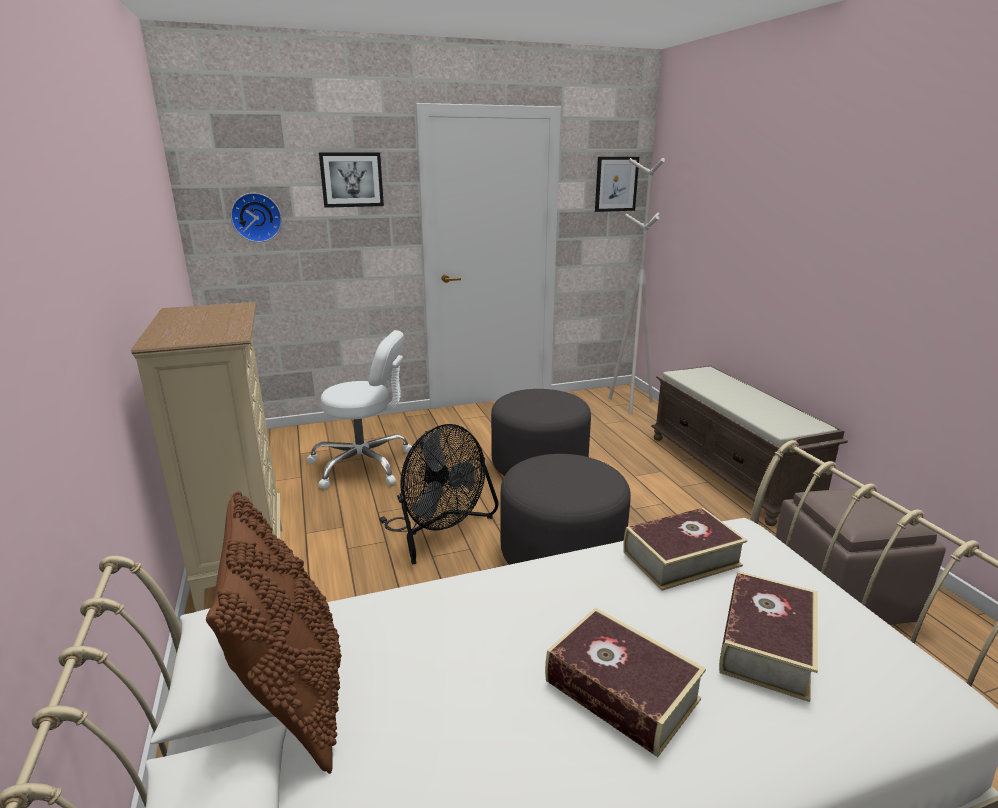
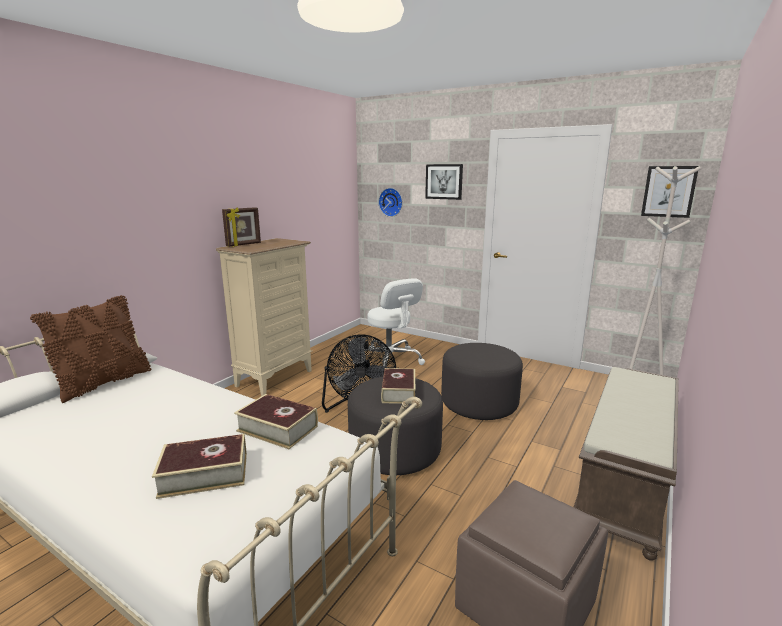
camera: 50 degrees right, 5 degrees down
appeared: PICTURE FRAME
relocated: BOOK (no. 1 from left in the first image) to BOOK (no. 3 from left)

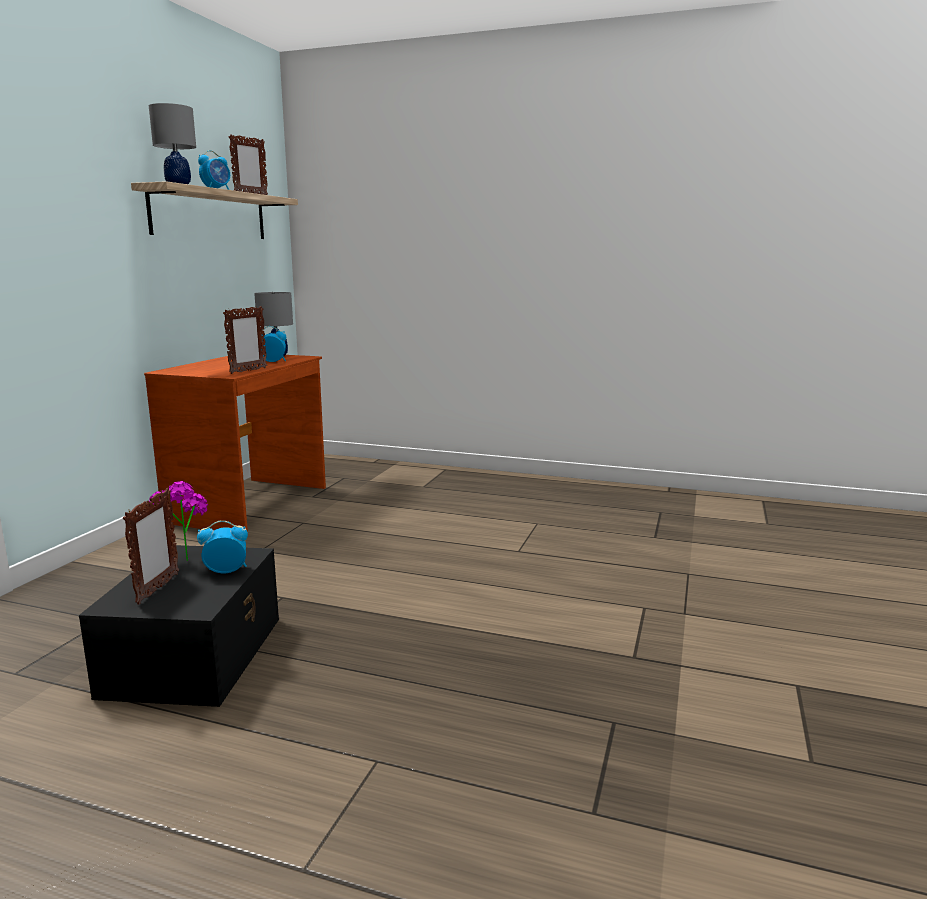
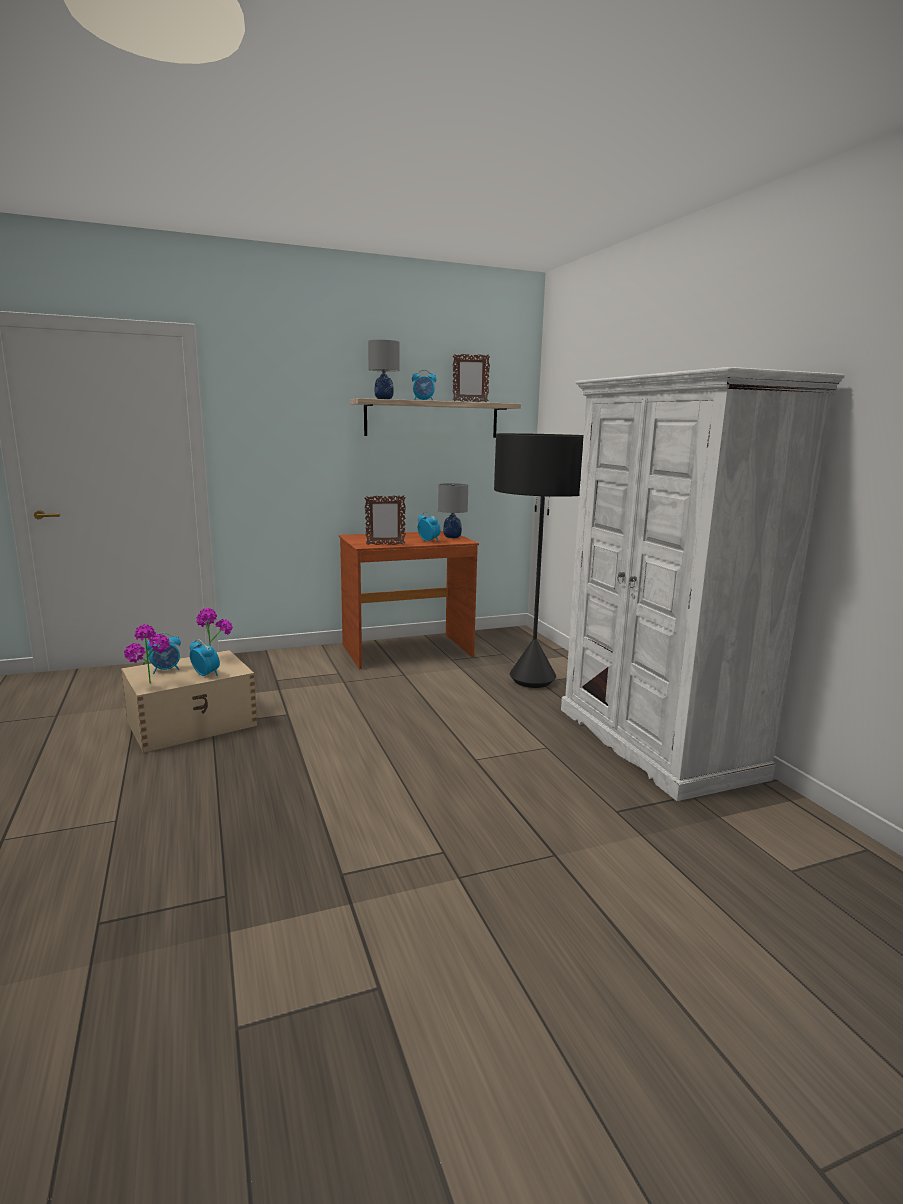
camera: 50 degrees right, 0 degrees up
appeared: POTTED PLANT (no. 1 from left); BLACK FLOOR LAMP; WHITE WARDROBE
exchanged: PICTURE FRAME (no. 1 from left) to ALARM CLOCK (no. 1 from left)
colour: BLACK STORAGE BOX to BEIGE STORAGE BOX

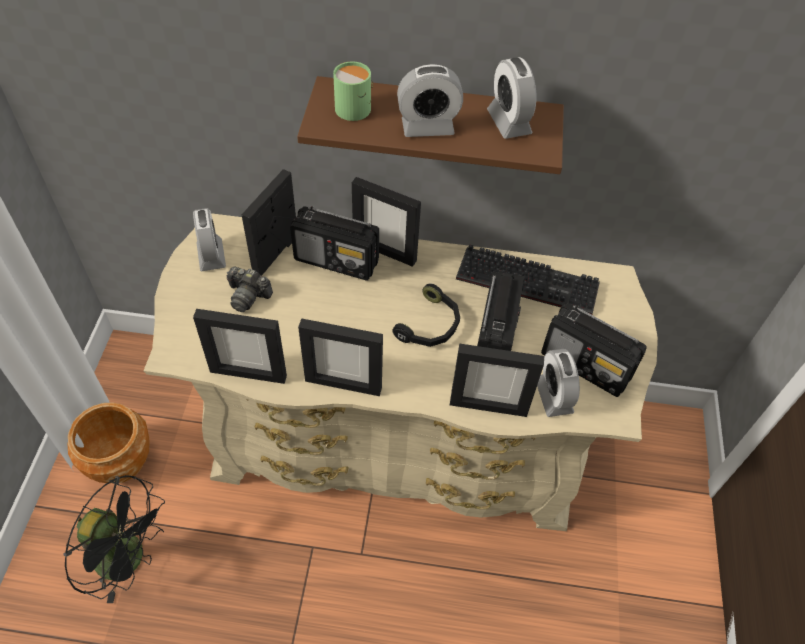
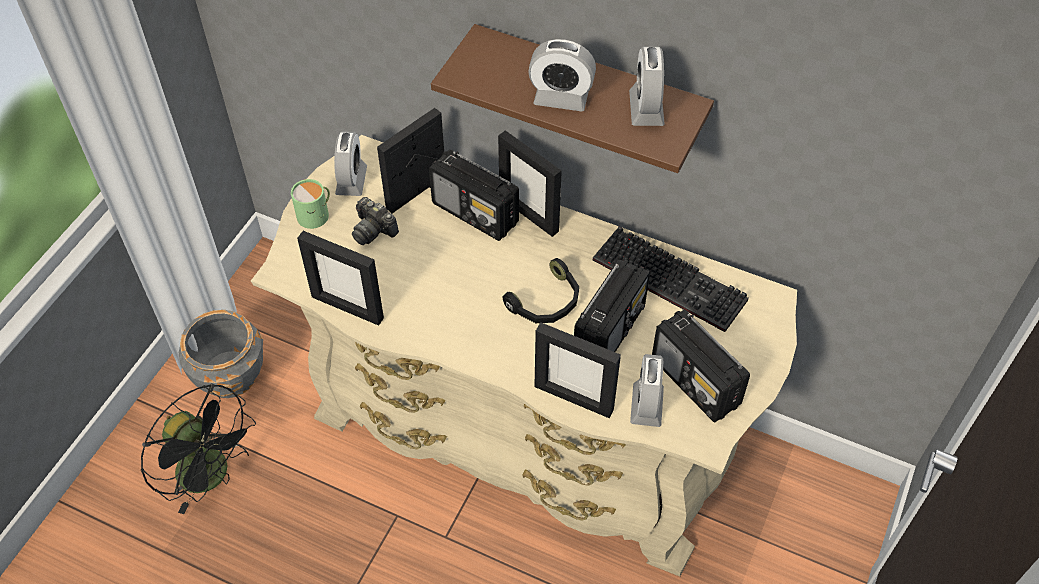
camera: 20 degrees right, 0 degrees up
missing: PICTURE FRAME (no. 3 from left)
relocated: GREEN MUG
colour: BROWN PLANTER to GREY PLANTER

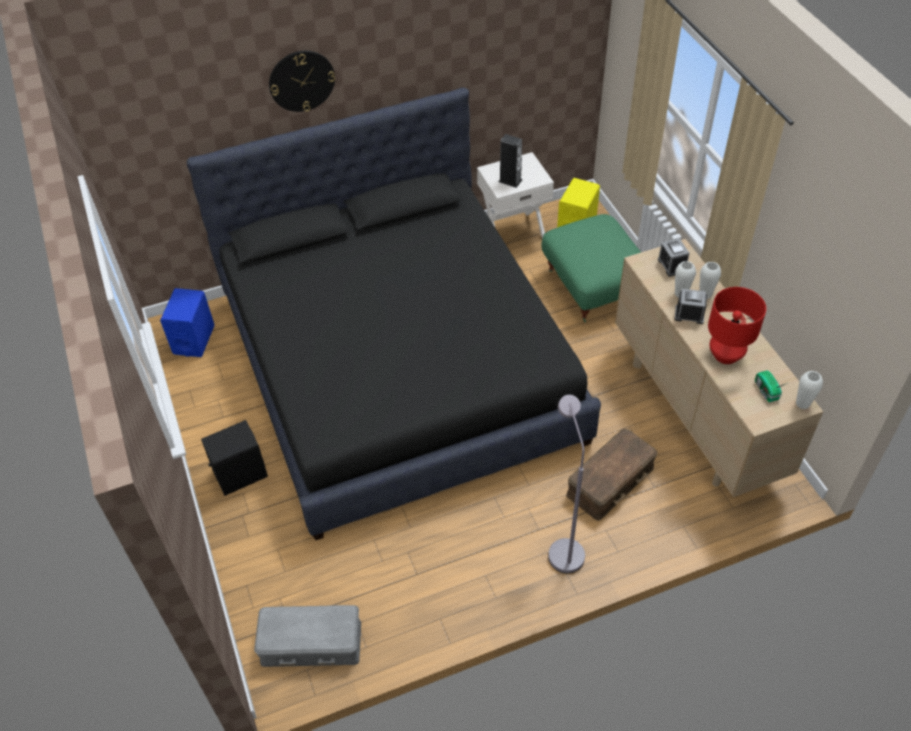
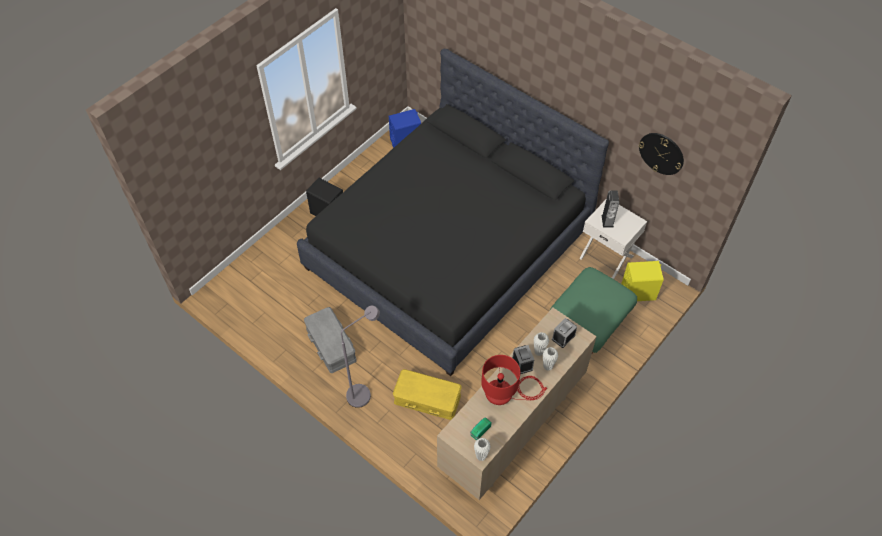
camera: 60 degrees right, 5 degrees up
relocated: GREY STORAGE BOX; WALL CLOCK
colour: BROWN STORAGE BOX to YELLOW STORAGE BOX

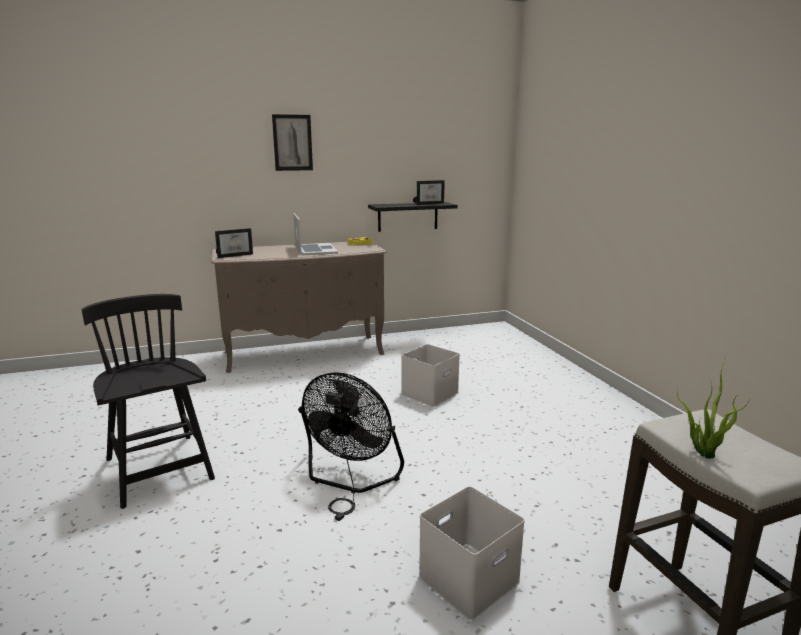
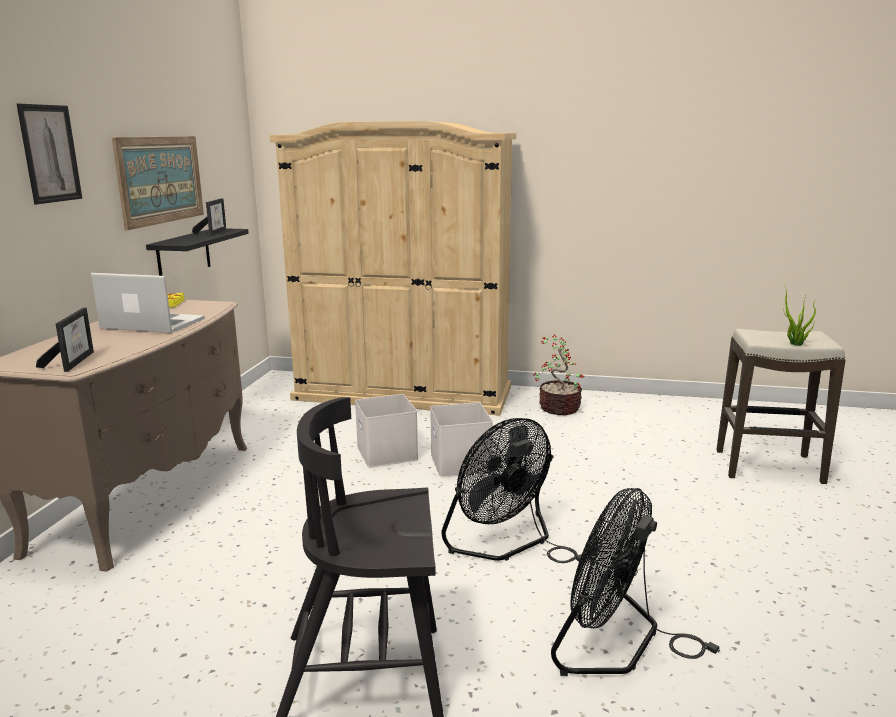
camera: 60 degrees left, 0 degrees up
appeared: PICTURE (no. 2 from left); BEIGE WARDROBE; POTTED PLANT (no. 1 from left); BLACK FAN (no. 2 from left)
relocated: WHITE STORAGE BOX (no. 2 from left)

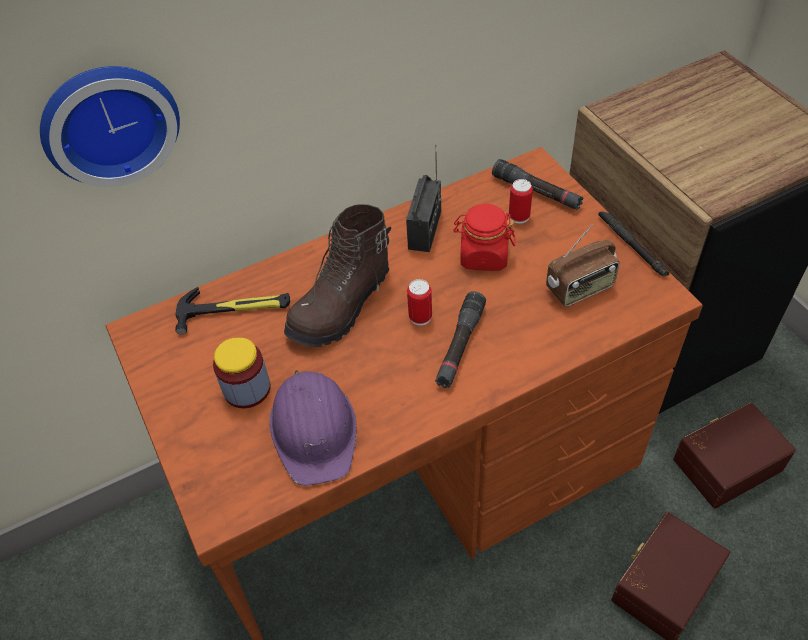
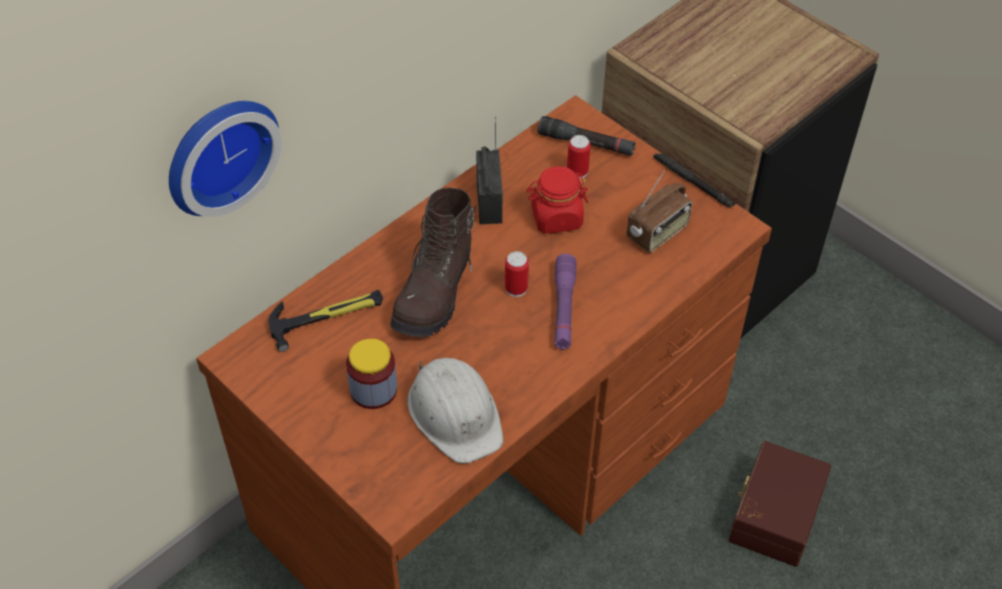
camera: 20 degrees left, 0 degrees up
missing: BROWN STORAGE BOX (no. 2 from left)
colour: PURPLE HARD HAT to WHITE HARD HAT; BLACK FLASHLIGHT (no. 1 from left) to PURPLE FLASHLIGHT

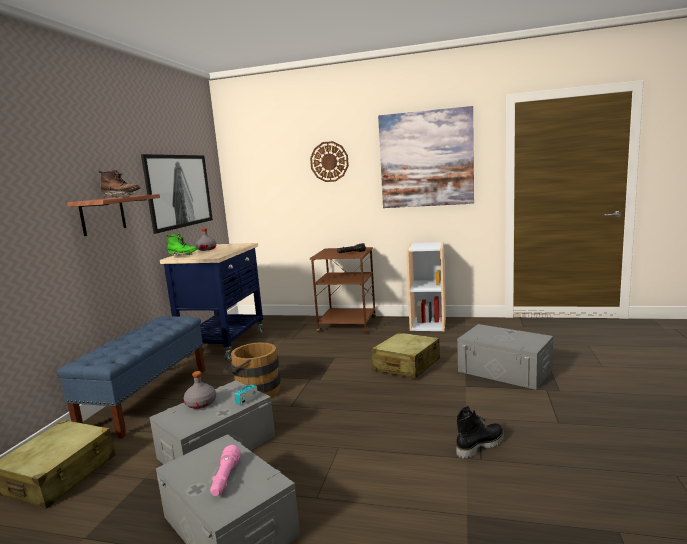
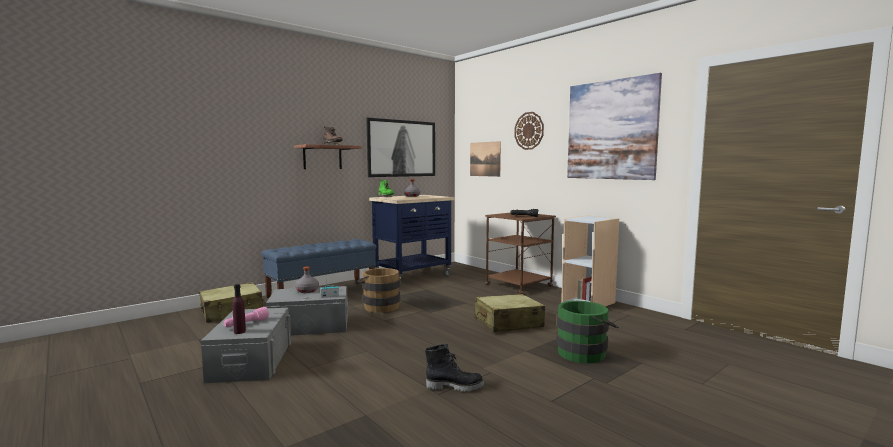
camera: 35 degrees right, 5 degrees down
appeared: PURPLE BOTTLE; PICTURE (no. 2 from left)
exchanged: GREY STORAGE BOX (no. 3 from left) to GREEN BUCKET

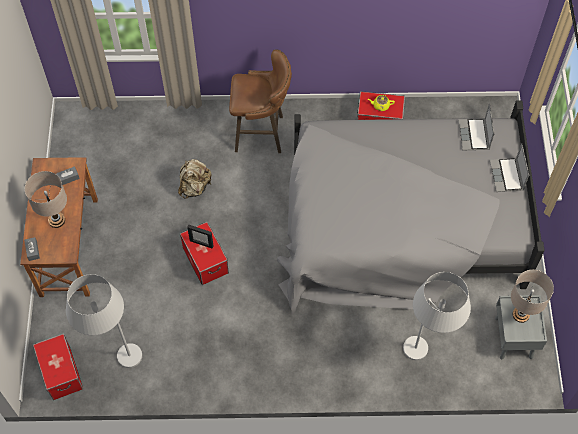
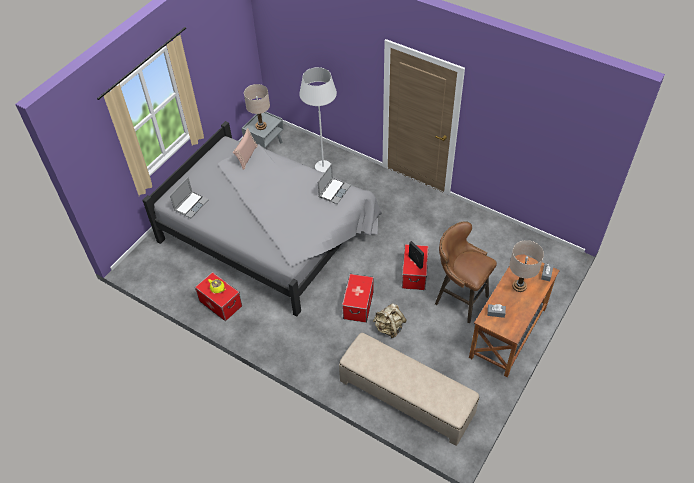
camera: 145 degrees left, 10 degrees down
missing: WHITE FLOOR LAMP (no. 1 from left)
appeared: BEIGE PILLOW; BEIGE BENCH
relocated: STORAGE BOX (no. 1 from left in the first image) to STORAGE BOX (no. 2 from left); BROWN STOOL; LAPTOP (no. 2 from left)

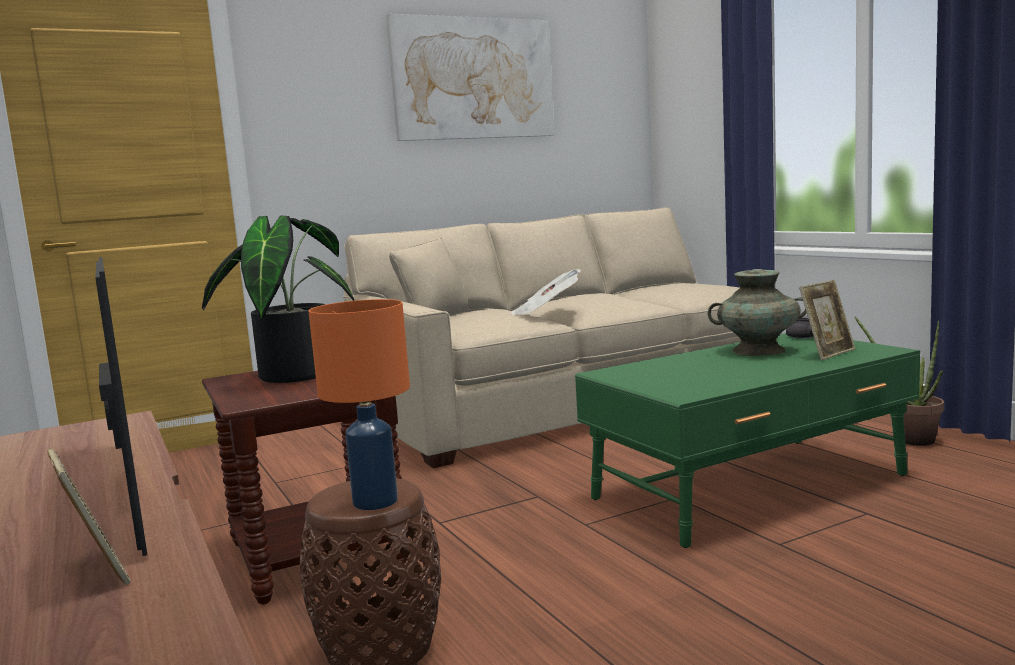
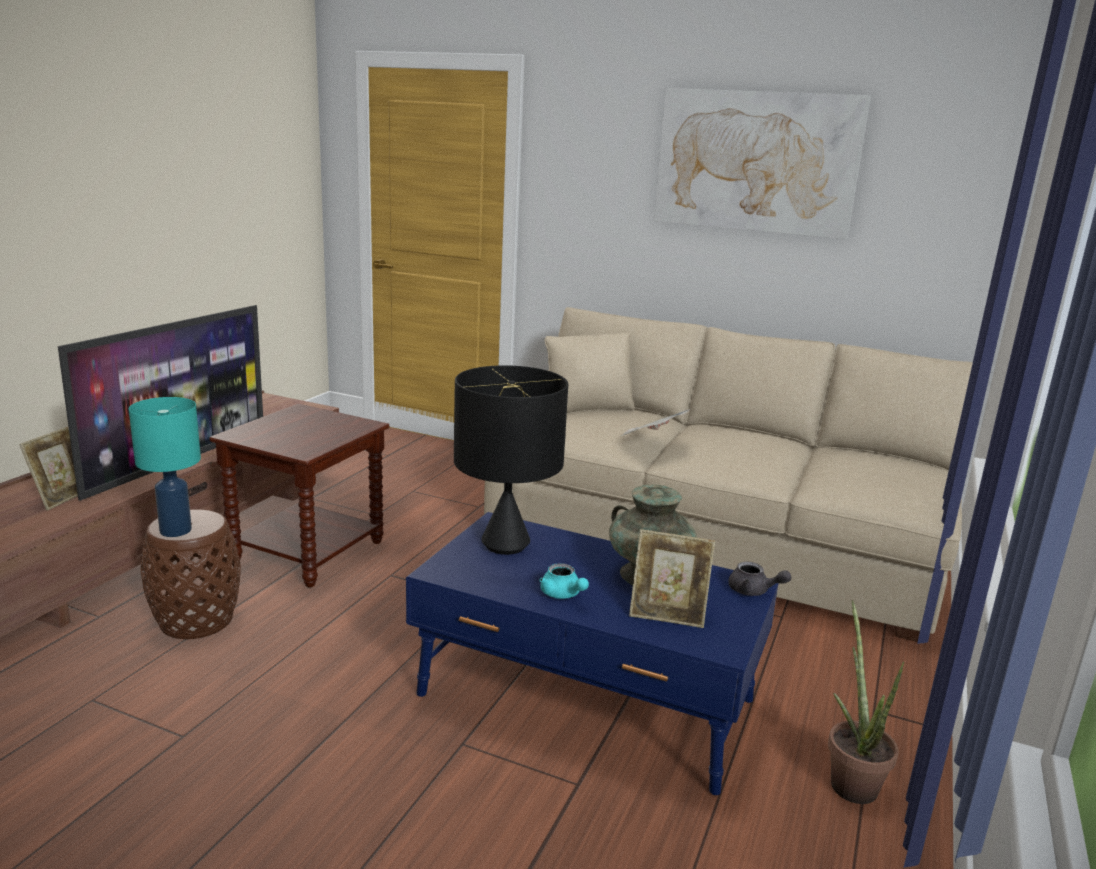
camera: 50 degrees right, 10 degrees up
missing: POTTED PLANT (no. 1 from left)
appeared: BLACK TABLE LAMP; TURQUOISE TEAPOT
colour: ORANGE TABLE LAMP to TURQUOISE TABLE LAMP; GREEN COFFEE TABLE to BLUE COFFEE TABLE

